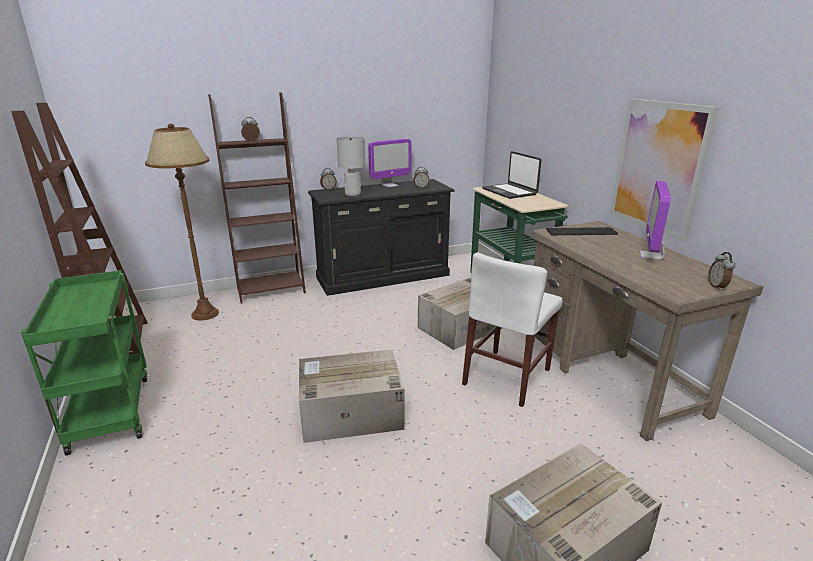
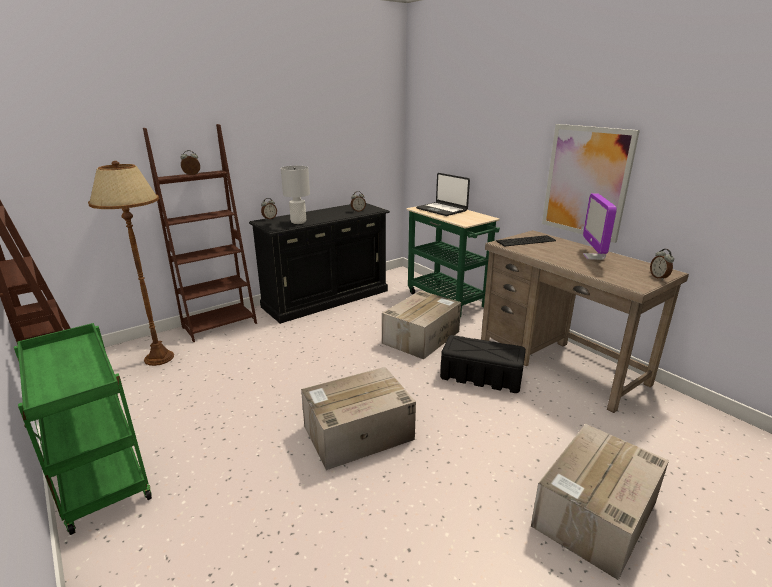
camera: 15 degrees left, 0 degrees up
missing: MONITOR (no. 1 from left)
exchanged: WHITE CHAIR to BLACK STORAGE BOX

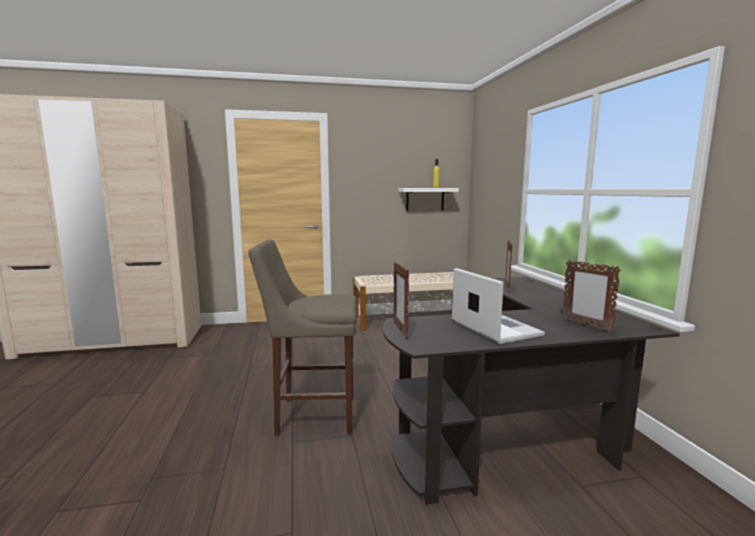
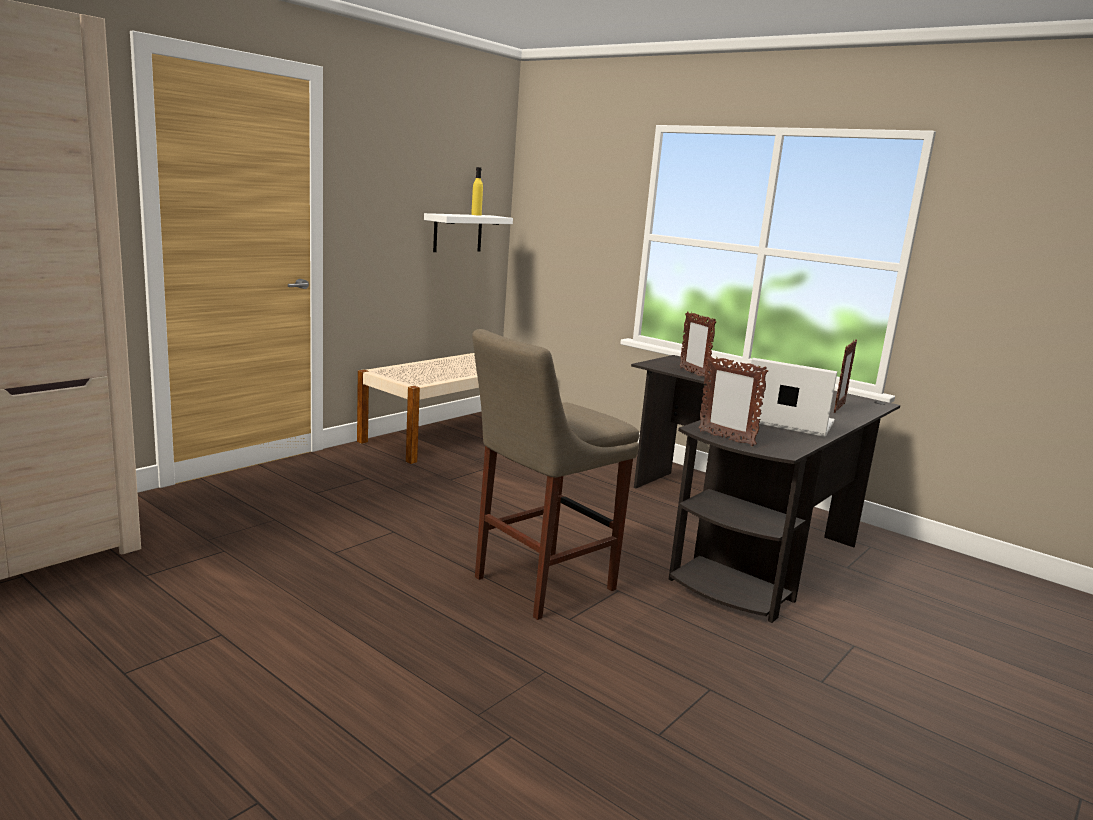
camera: 40 degrees left, 5 degrees up
spun: PICTURE FRAME (no. 3 from left) 75 degrees counterclockwise

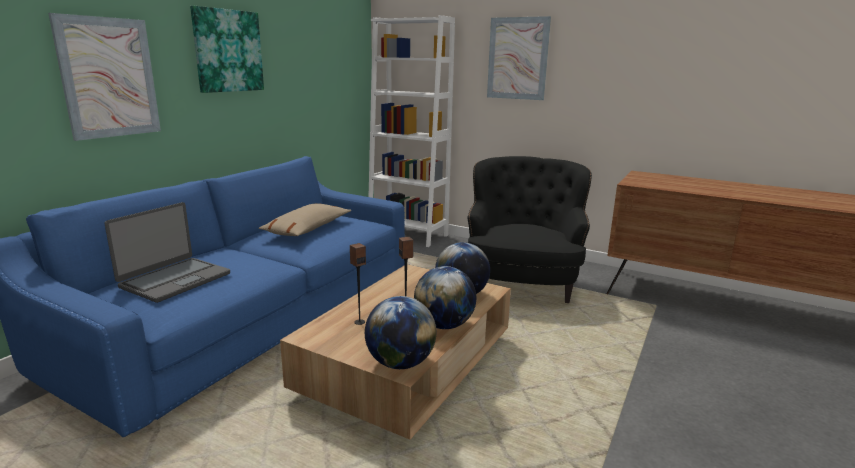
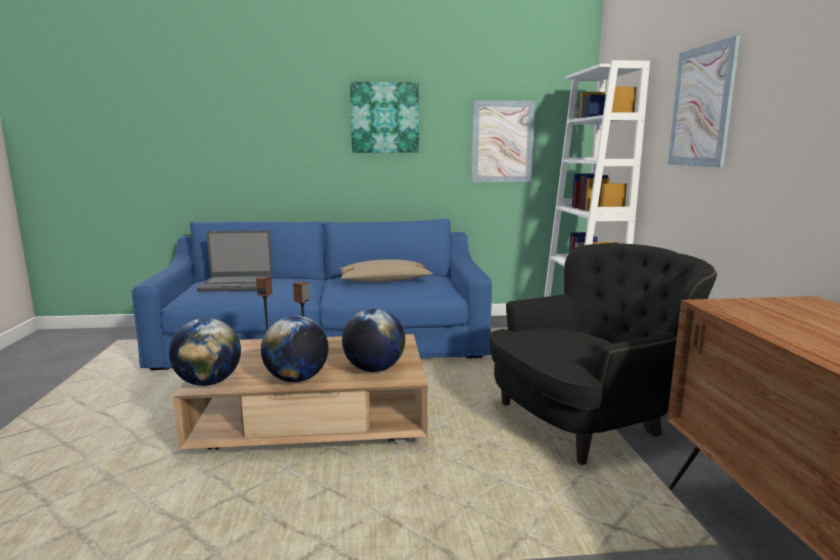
camera: 55 degrees right, 5 degrees down
relocated: PICTURE (no. 1 from left in the first image) to PICTURE (no. 2 from left)

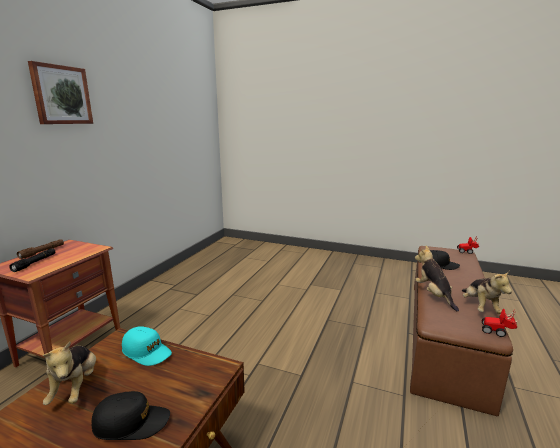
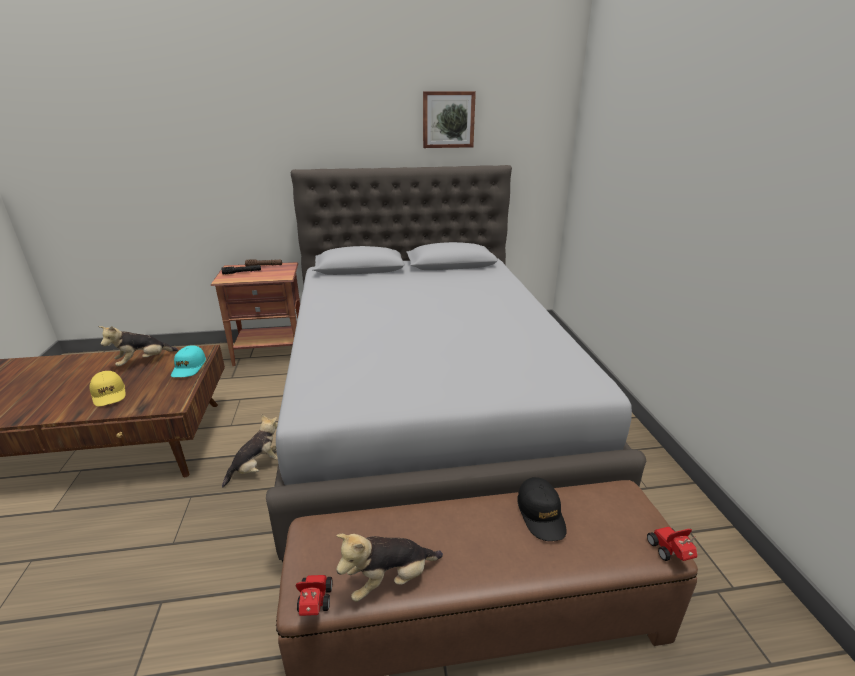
camera: 60 degrees right, 10 degrees up
appeared: GREY BED
relocated: PICTURE; PLUSH TOY (no. 2 from left)
colour: BLACK CAP (no. 1 from left) to YELLOW CAP

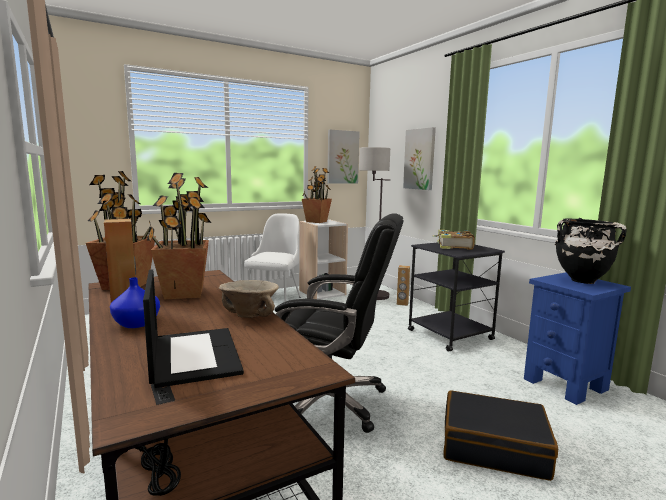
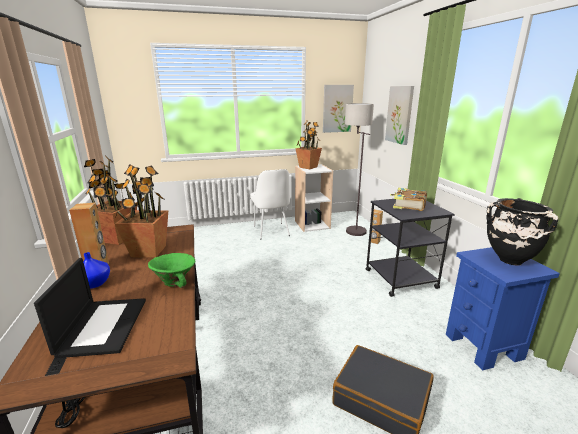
camera: 15 degrees right, 10 degrees up
missing: BLACK OFFICE CHAIR
colour: BEIGE BOWL to GREEN BOWL
spun: WHITE CHAIR 135 degrees clockwise

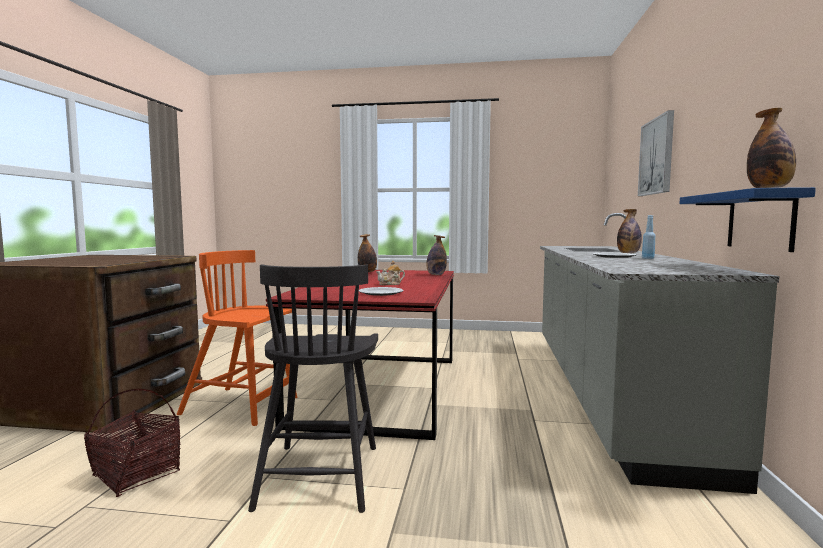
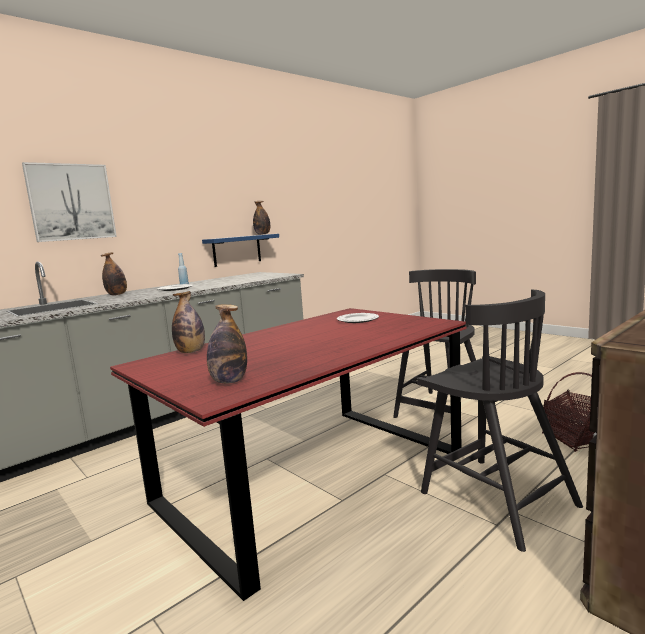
camera: 140 degrees left, 5 degrees up
missing: TEAPOT
colour: ORANGE CHAIR to BLACK CHAIR (no. 2 from left)

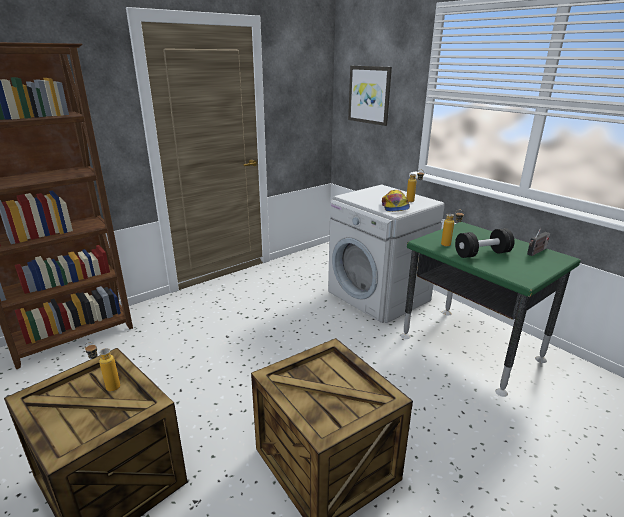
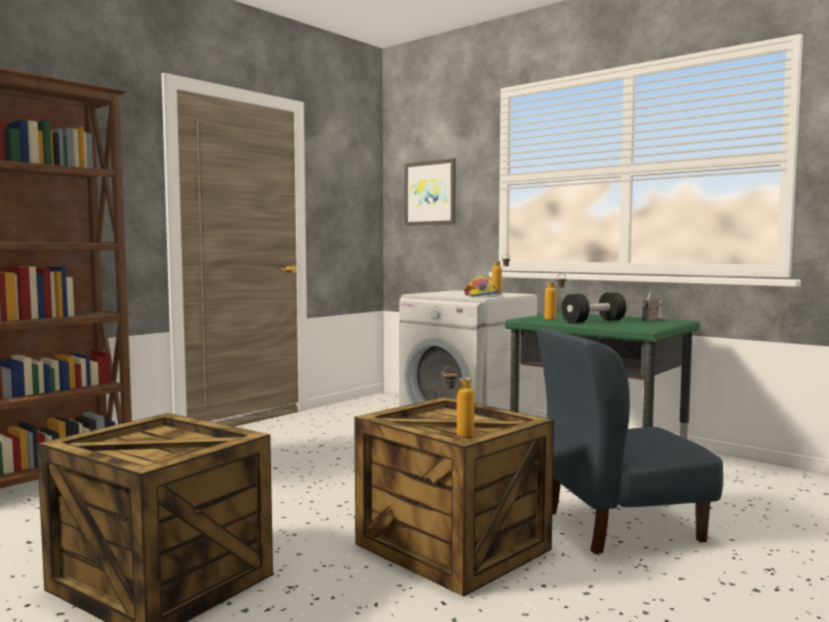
camera: 10 degrees left, 20 degrees down
appeared: BLUE CHAIR
relocated: BOTTLE (no. 1 from left)

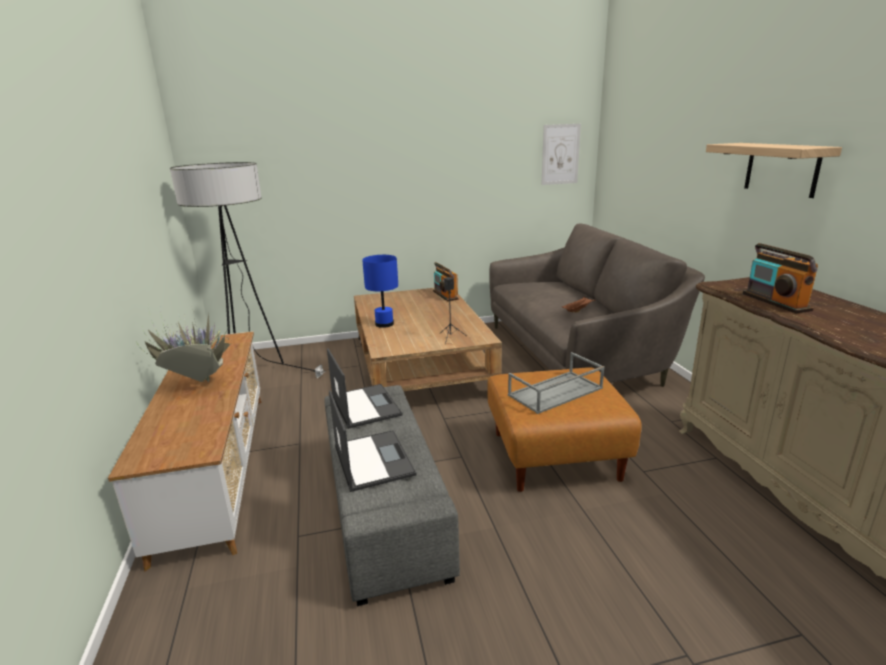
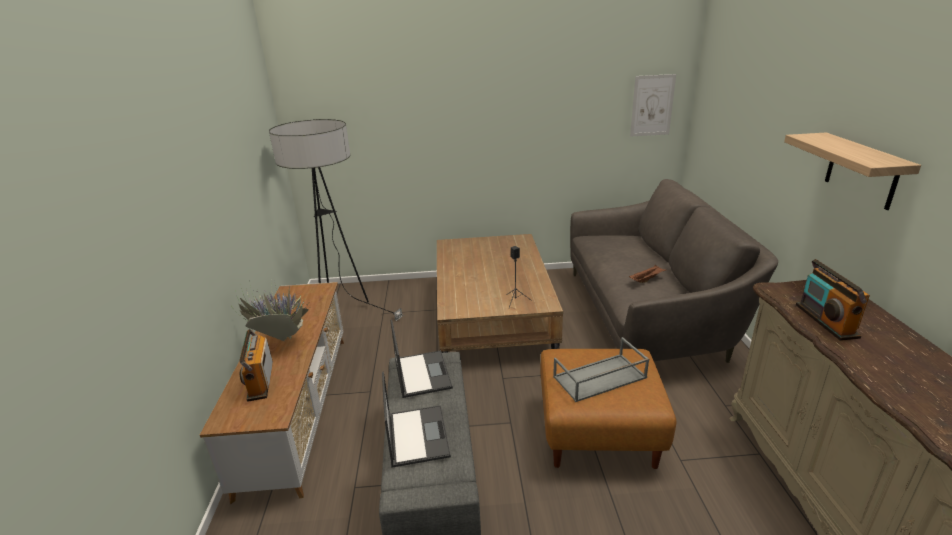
camera: 10 degrees right, 5 degrees up
missing: BLUE TABLE LAMP
relocated: RADIO (no. 1 from left)

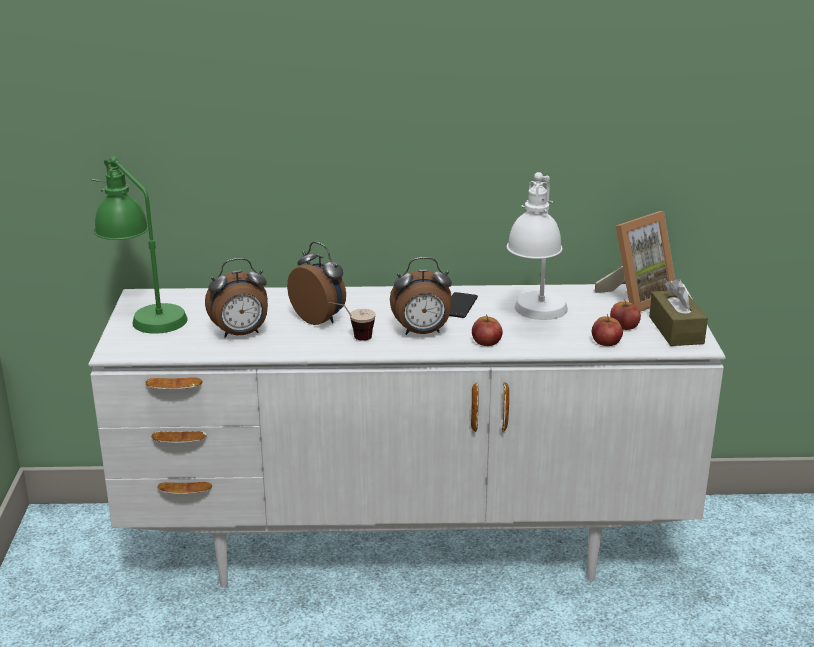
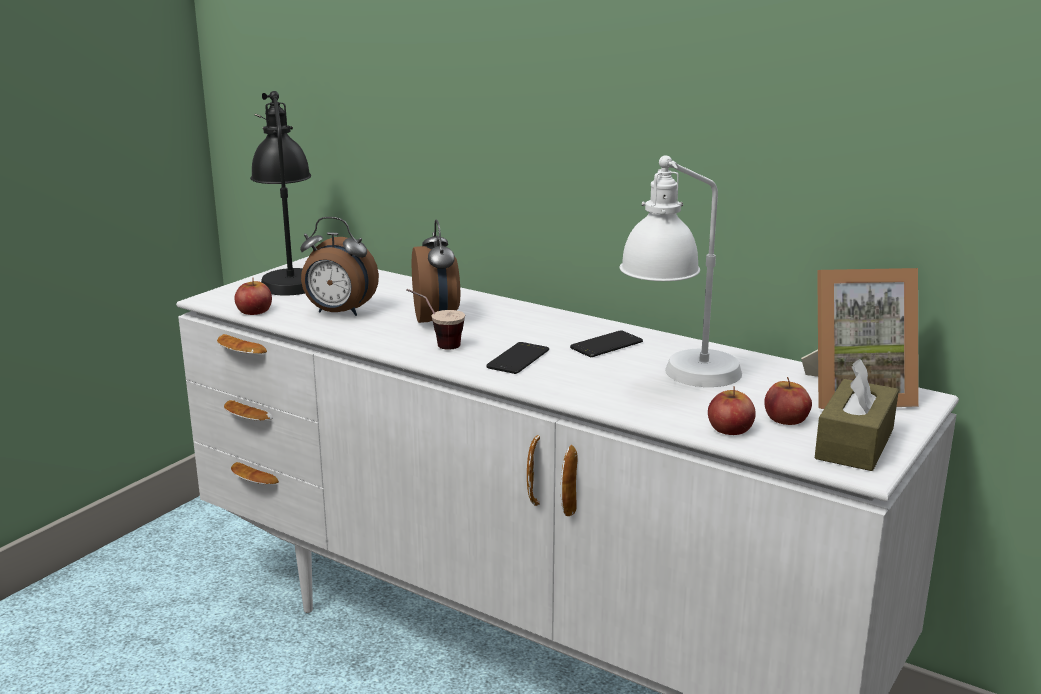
camera: 35 degrees right, 5 degrees down
relocated: APPLE (no. 1 from left)
exchanged: ALARM CLOCK (no. 3 from left) to PHONE (no. 1 from left)
colour: GREEN TABLE LAMP to BLACK TABLE LAMP

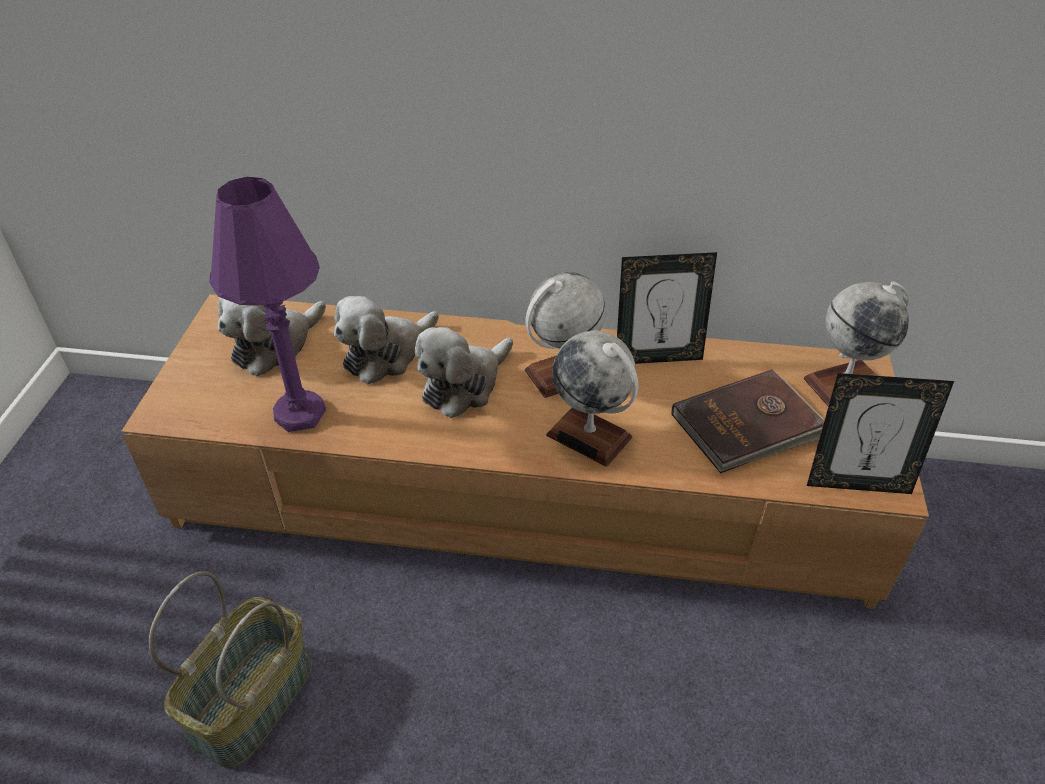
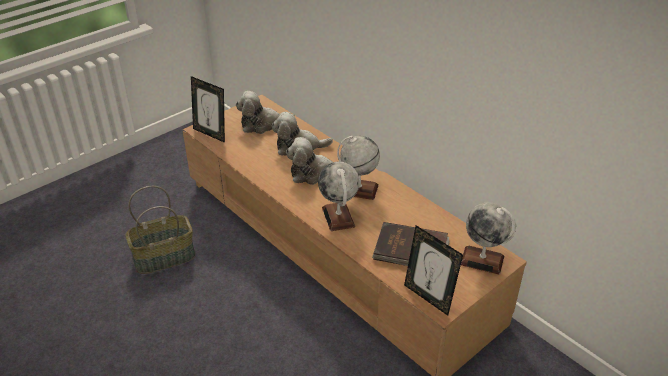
camera: 40 degrees right, 5 degrees down
missing: PURPLE TABLE LAMP
relocated: PICTURE FRAME (no. 1 from left)

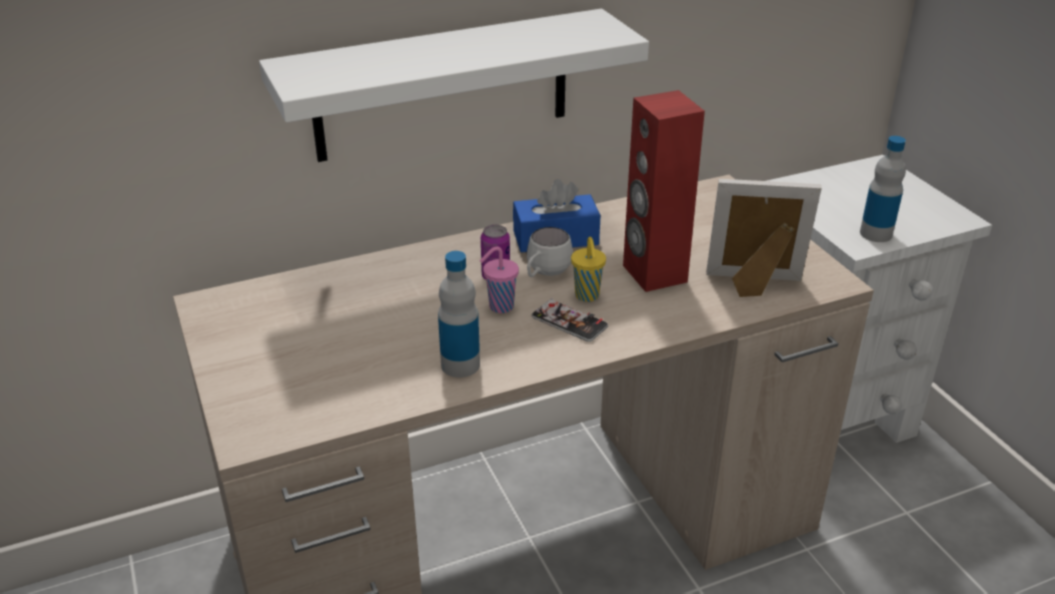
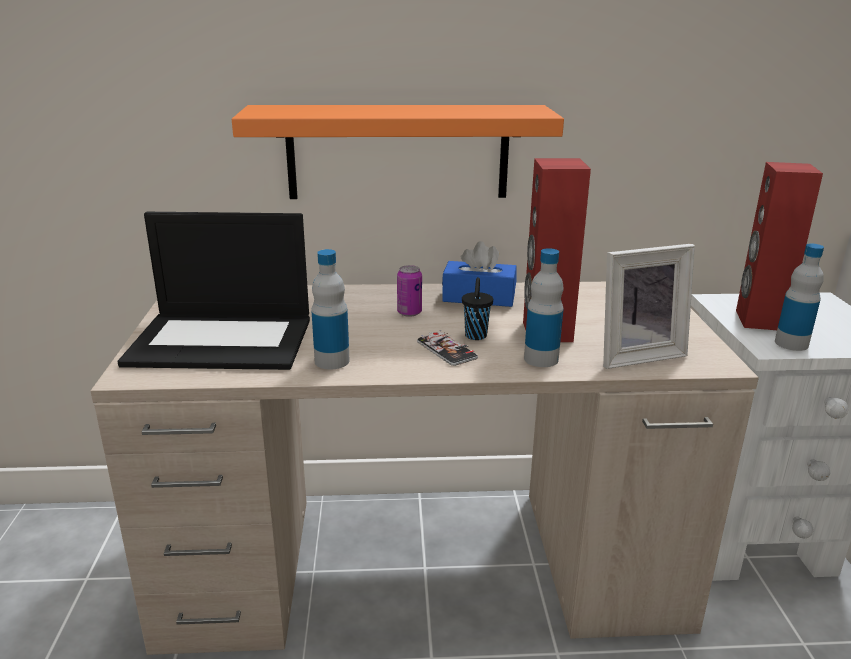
camera: 20 degrees right, 10 degrees down
missing: PINK CUP; WHITE MUG
appeared: LAPTOP; BOTTLE (no. 2 from left); RED SPEAKER (no. 2 from left)
colour: WHITE SHELF to ORANGE SHELF; YELLOW CUP to BLACK CUP
spun: PICTURE FRAME 135 degrees clockwise

